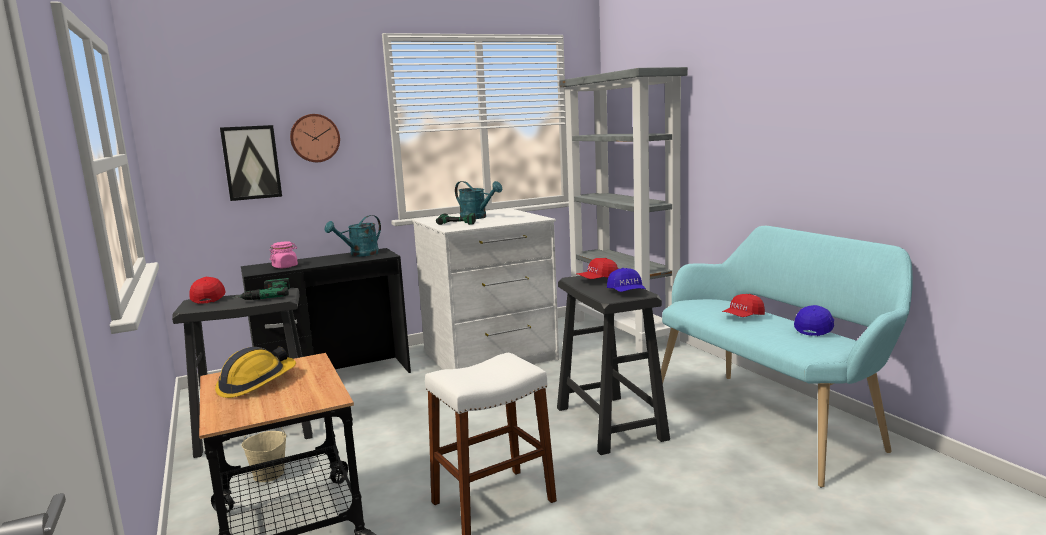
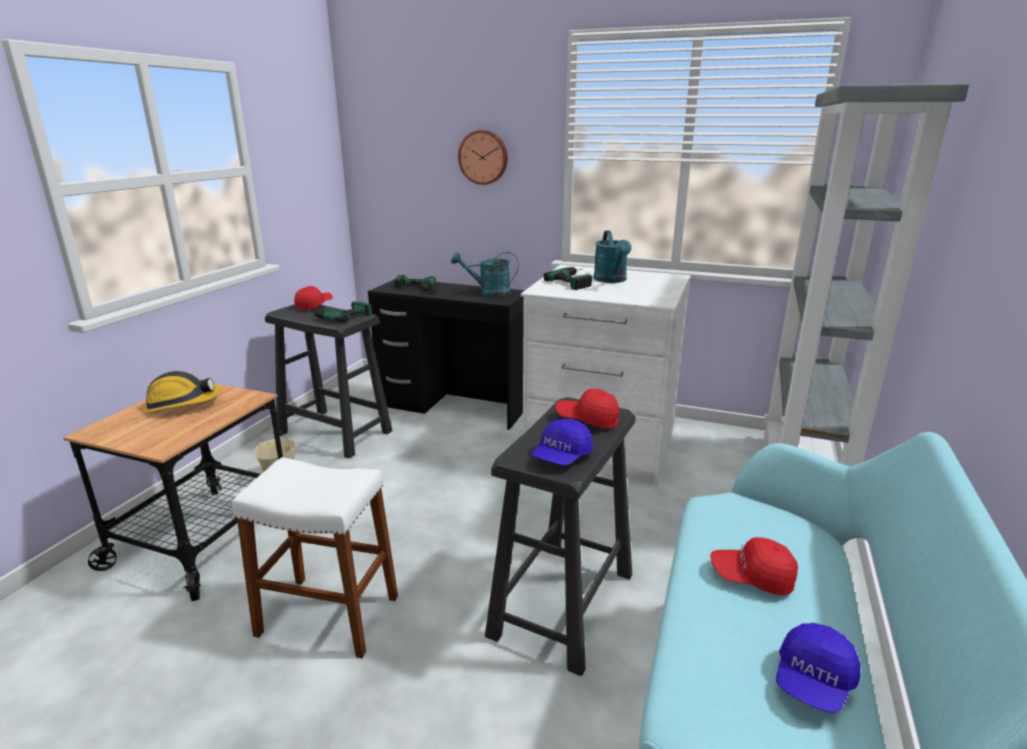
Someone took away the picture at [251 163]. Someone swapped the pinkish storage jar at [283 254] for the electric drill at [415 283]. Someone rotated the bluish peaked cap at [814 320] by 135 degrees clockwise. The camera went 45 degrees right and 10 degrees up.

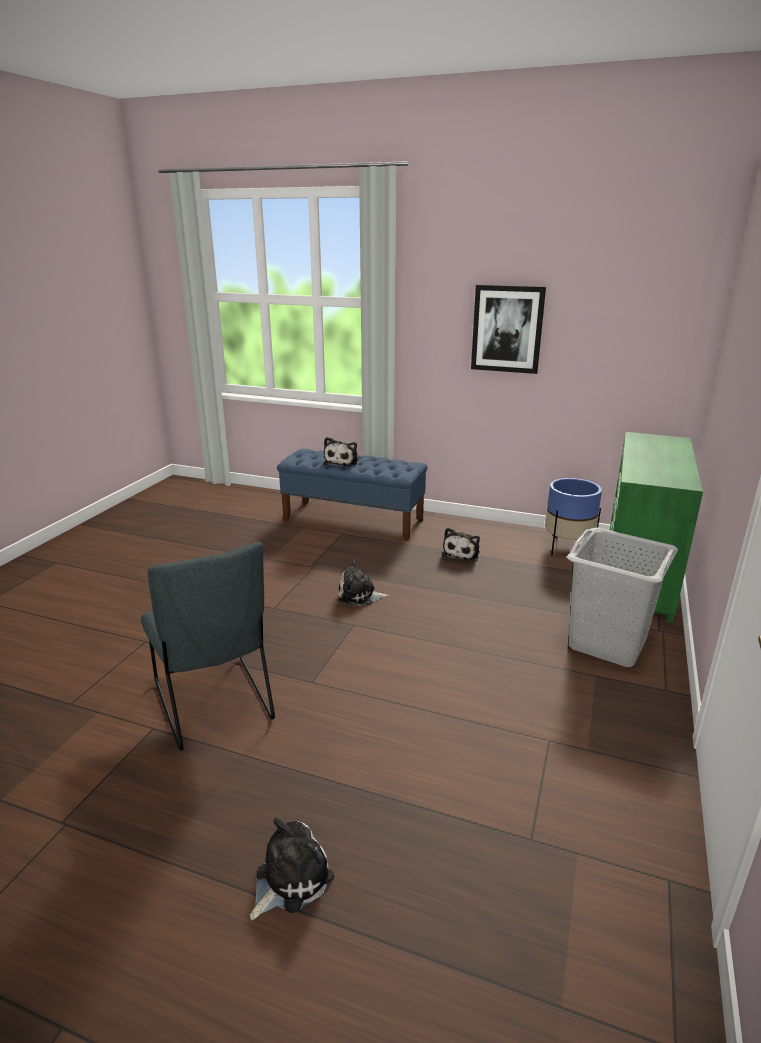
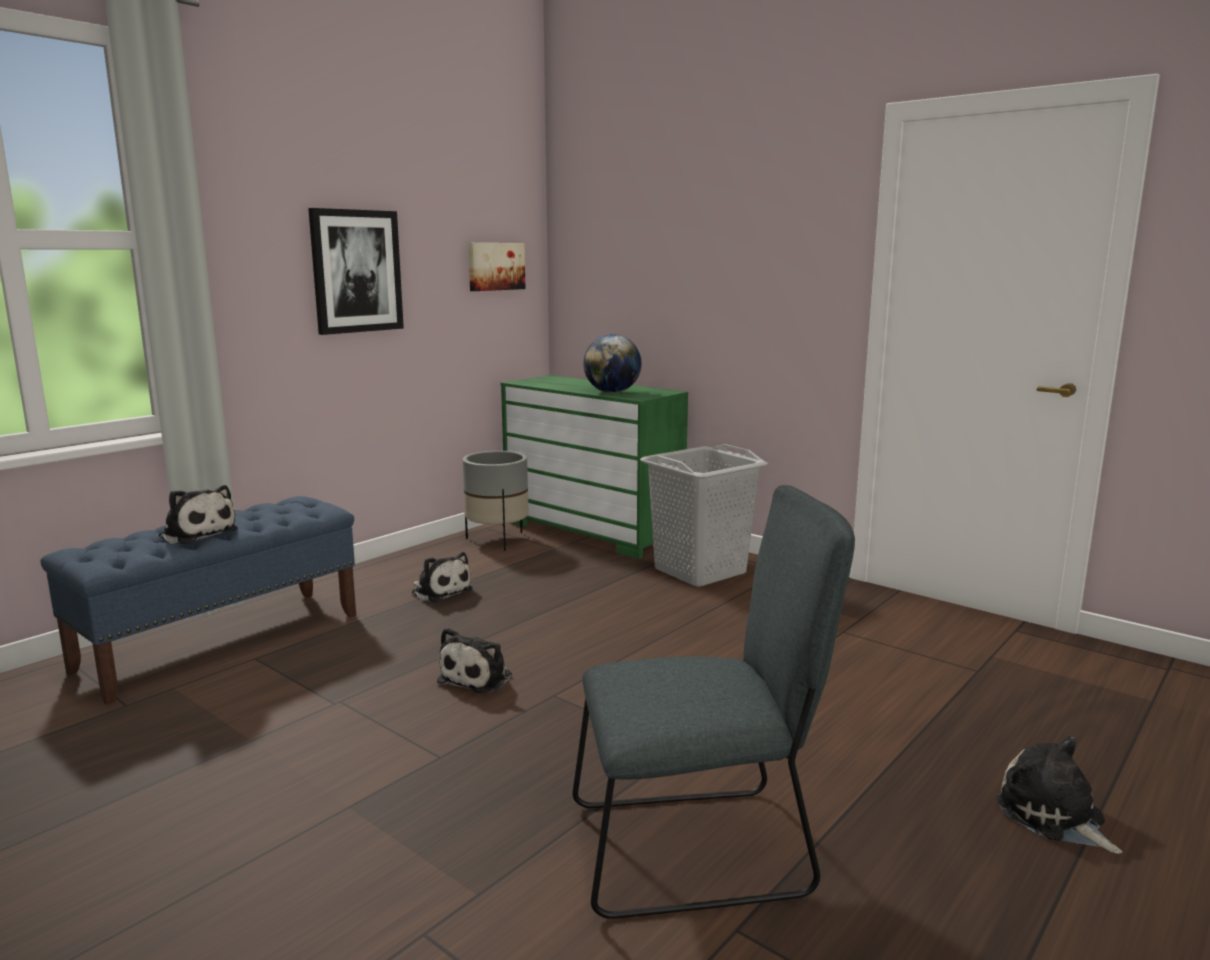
Someone put up the picture at [496 267]. Someone put down the world globe at [612 363]. Someone repainted the bluish planter at [573 516], which became the grey planter at [496 501]. The camera went 70 degrees left and 10 degrees down.

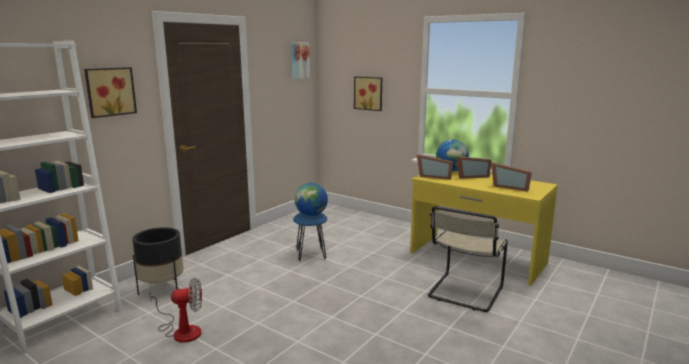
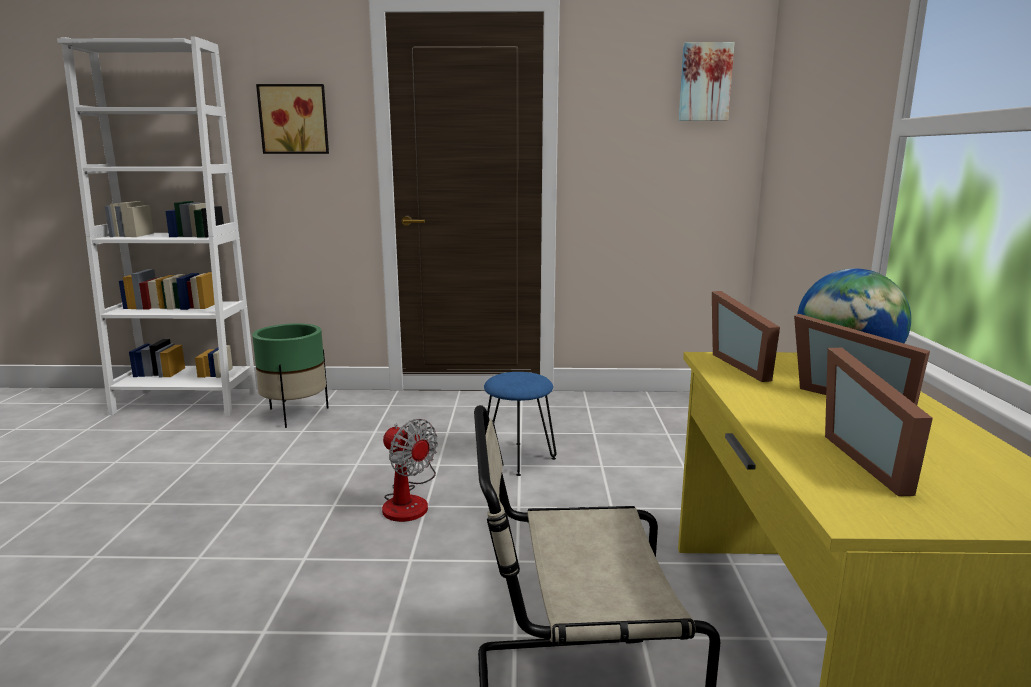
Someone took away the world globe at [311 199]. Someone took away the picture at [368 94]. Someone carried the fan from [175 310] to [410 470]. Someone repainted the blackish planter at [158 261], which became the greenish planter at [290 375]. The camera went 55 degrees right and 0 degrees up.

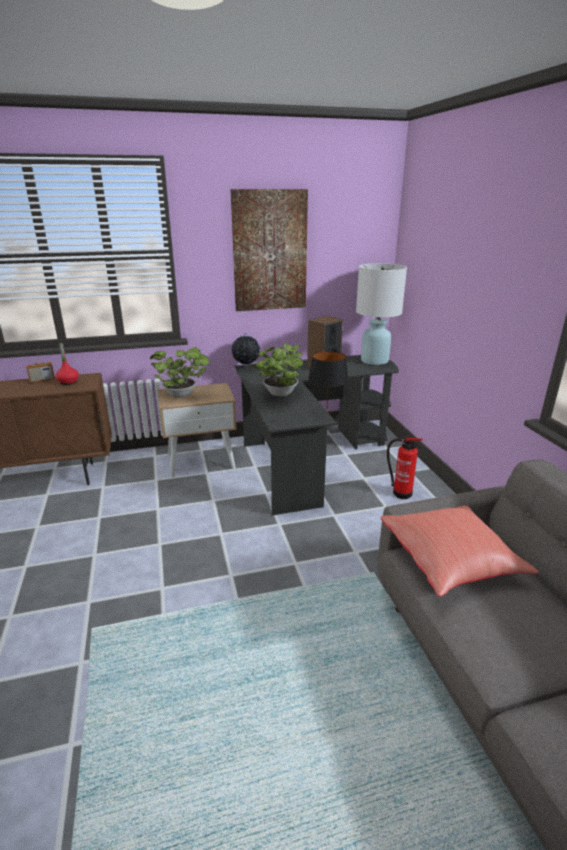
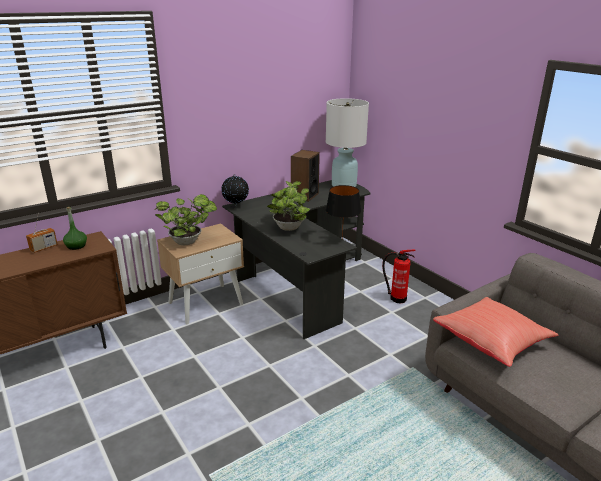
Someone took away the picture at [269 250]. Someone repainted the red beverage bottle at [67 364], which became the greenish beverage bottle at [75 228]. The camera went 20 degrees left and 0 degrees up.

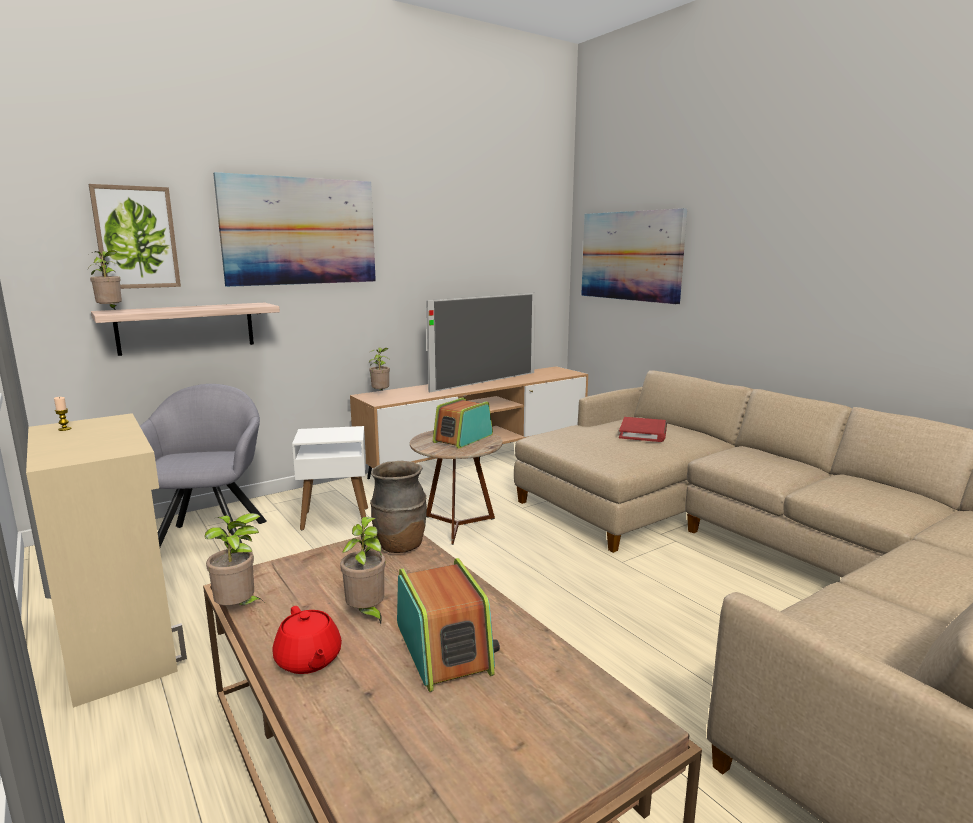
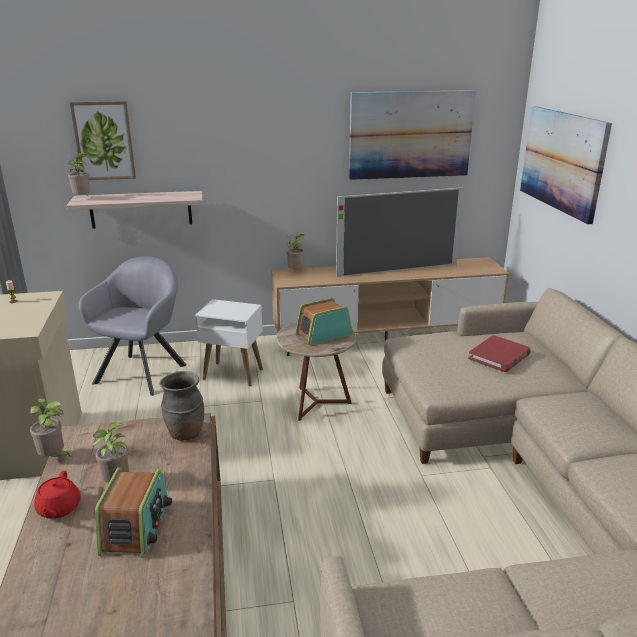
Someone carried the picture from [294 229] to [412 135]. The camera went 25 degrees right and 10 degrees up.

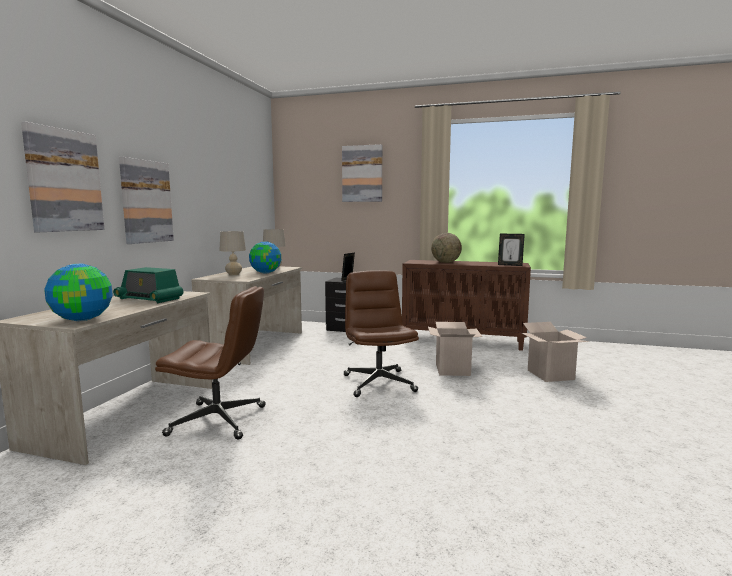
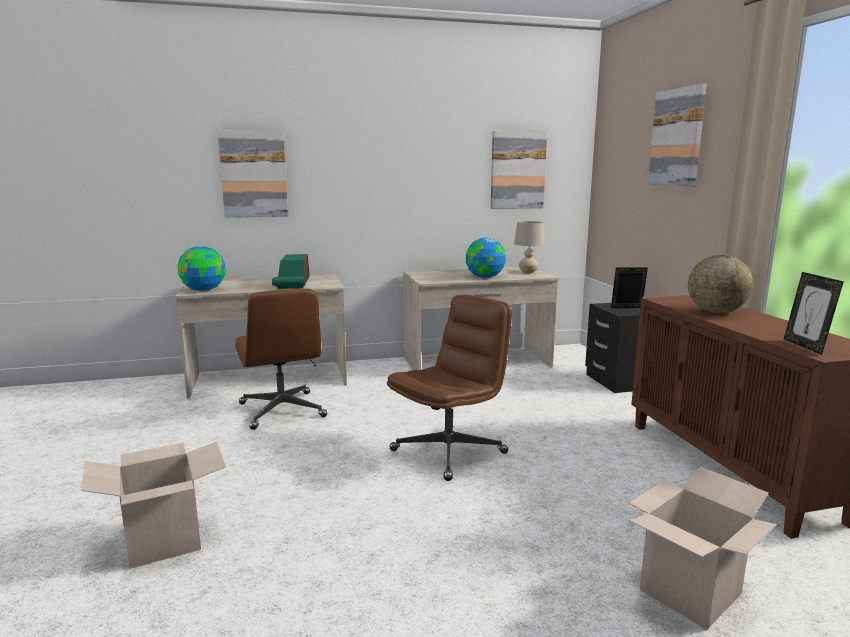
Someone took away the beige-coloured lamp for a table at [232 253]. Someone carried the picture from [146 200] to [519 170]. Someone carried the cardboard box from [455 349] to [154 505]. The camera went 60 degrees right and 5 degrees up.

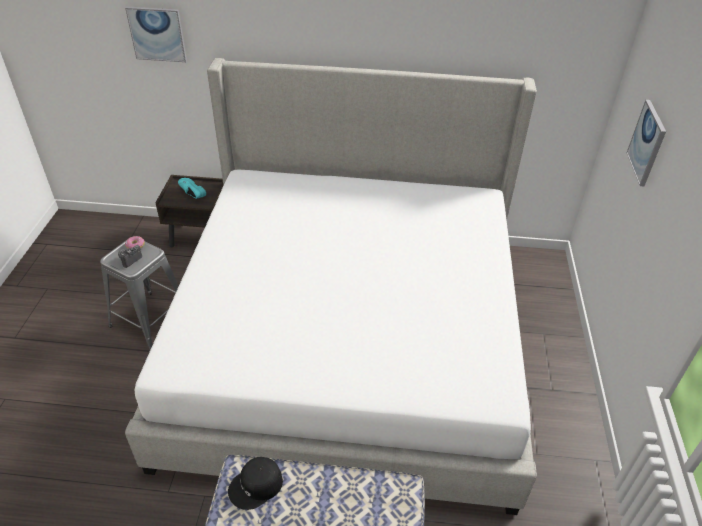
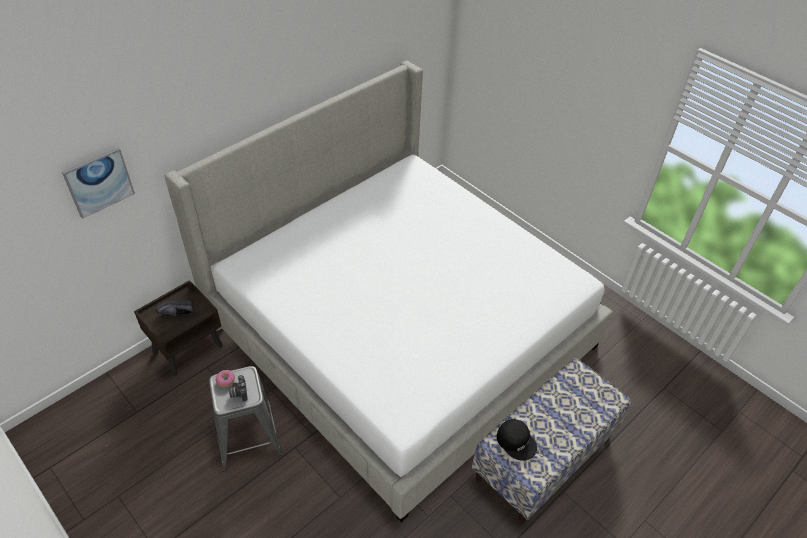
Someone took away the picture at [646 143]. Someone repainted the turquoise item of footwear at [192 188], which became the blackish item of footwear at [174 308]. Someone rotated the blackish peaked cap at [255 483] by 45 degrees counterclockwise. The camera went 50 degrees left and 5 degrees up.

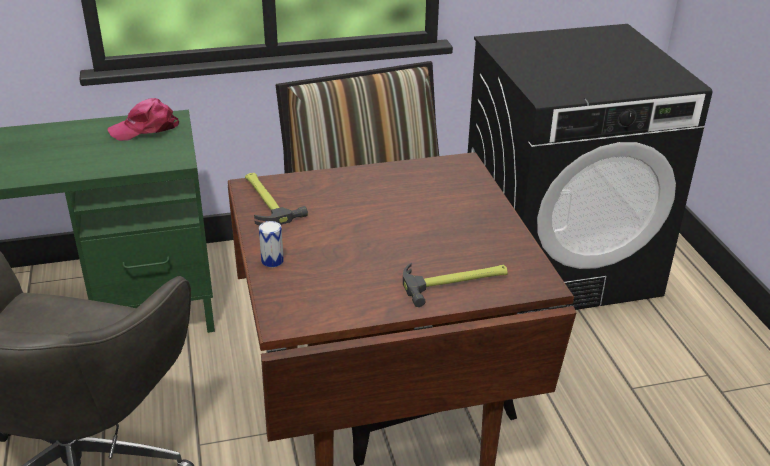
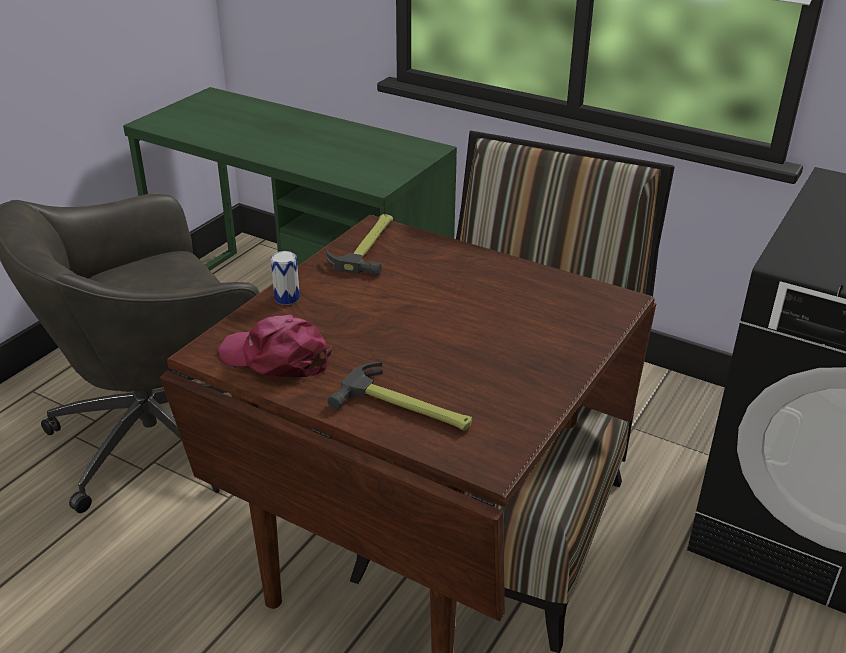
Someone carried the pinkish peaked cap from [143 119] to [275 346]. The camera went 45 degrees right and 0 degrees up.

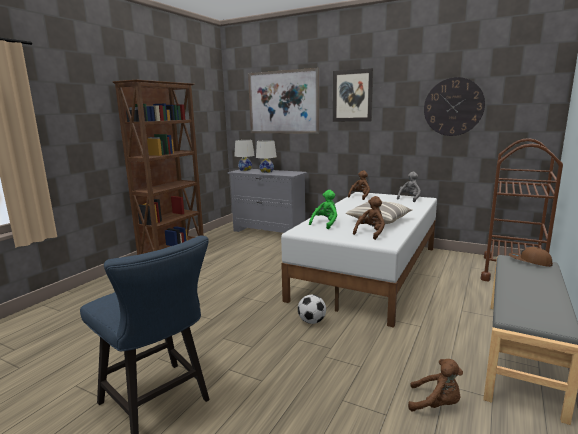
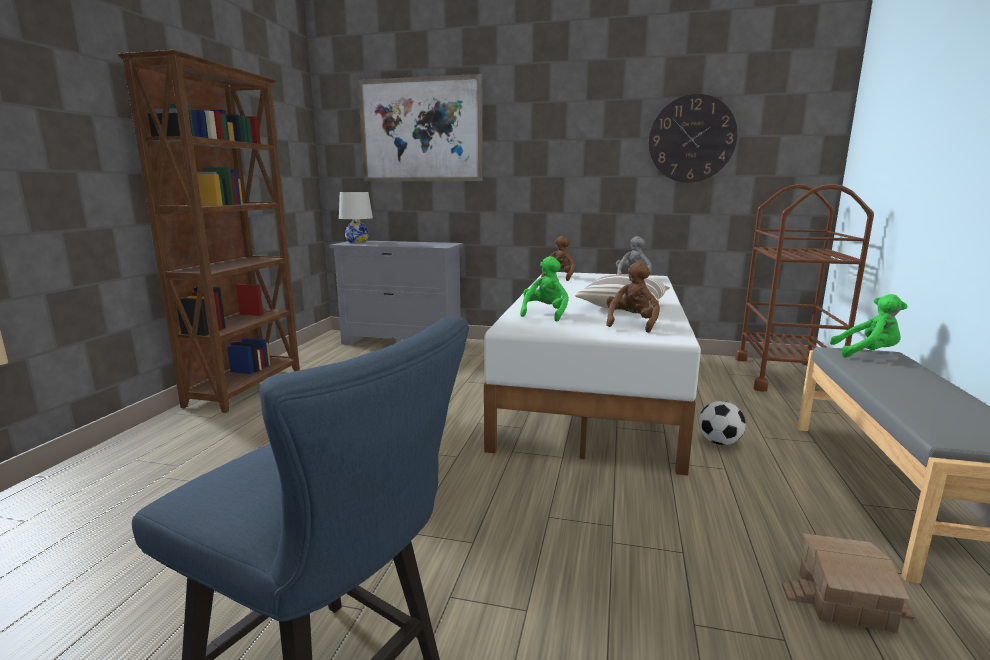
Someone took away the white-coloured lamp for a table at [266 156]. Someone took away the picture at [353 95]. Someone carried the ball for football from [312 309] to [722 423]. Someone swapped the brown plush toy at [435 385] for the toy house at [848 583]. Someone swapped the brown peaked cap at [531 257] for the greenish plush toy at [868 325]. The camera went 15 degrees left and 0 degrees up.

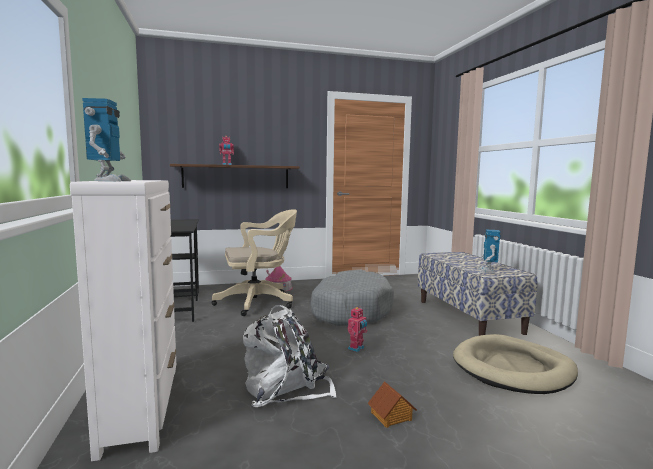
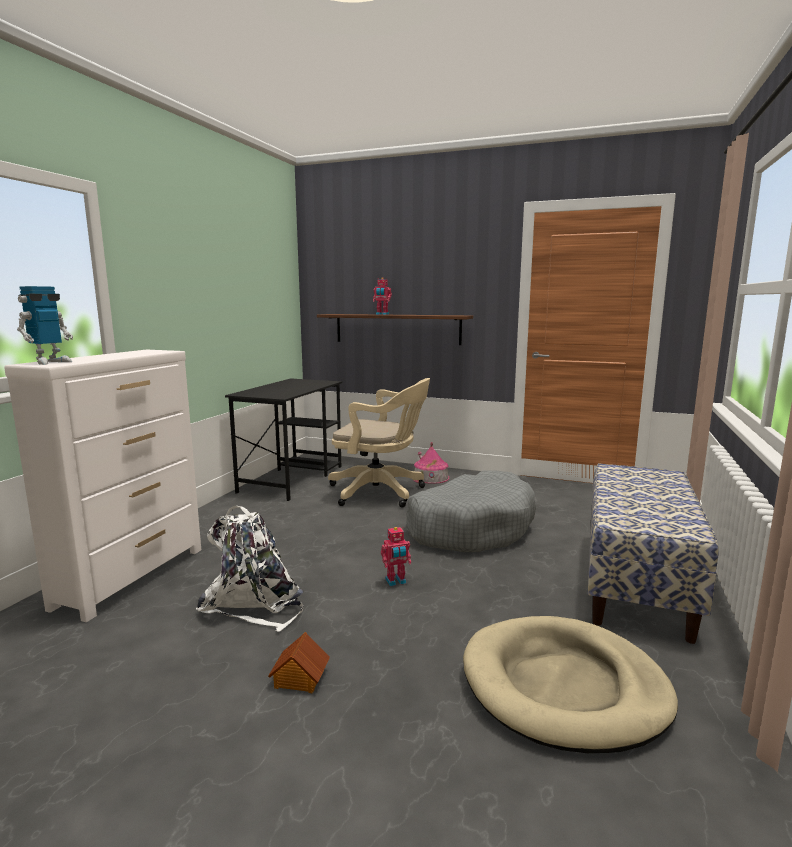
Someone took away the model robot at [489 251]. The camera went 35 degrees right and 5 degrees up.

